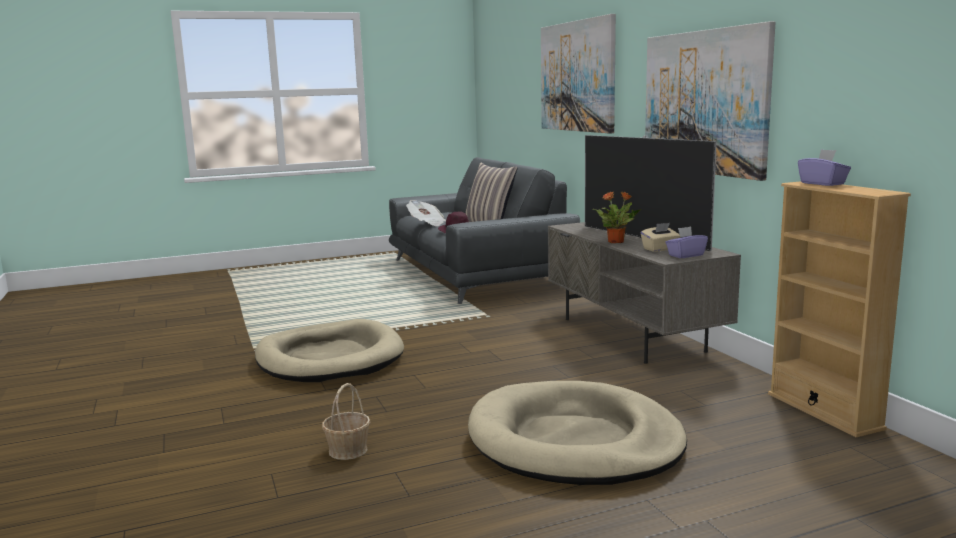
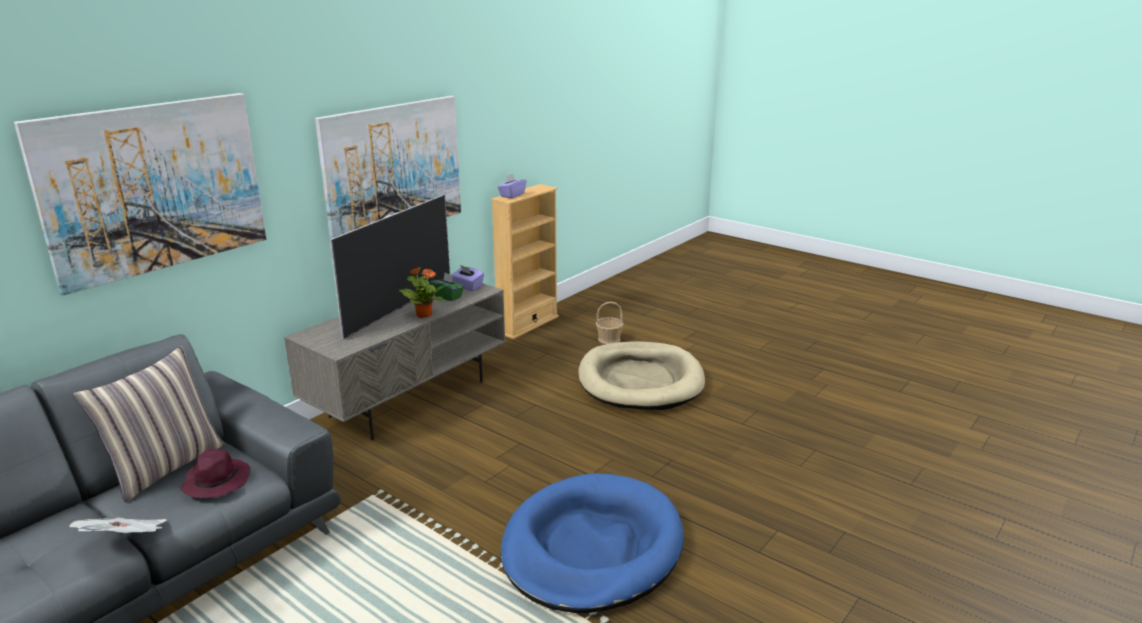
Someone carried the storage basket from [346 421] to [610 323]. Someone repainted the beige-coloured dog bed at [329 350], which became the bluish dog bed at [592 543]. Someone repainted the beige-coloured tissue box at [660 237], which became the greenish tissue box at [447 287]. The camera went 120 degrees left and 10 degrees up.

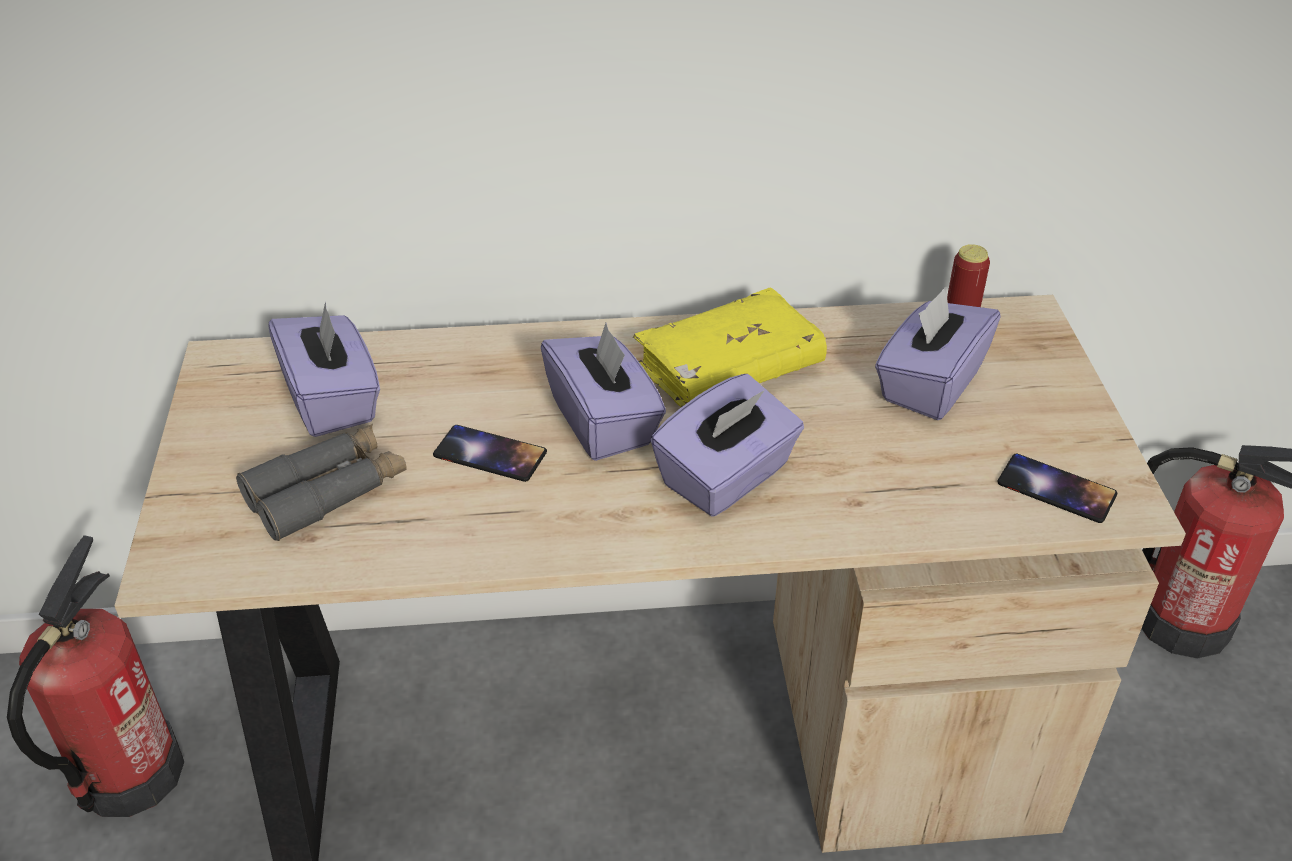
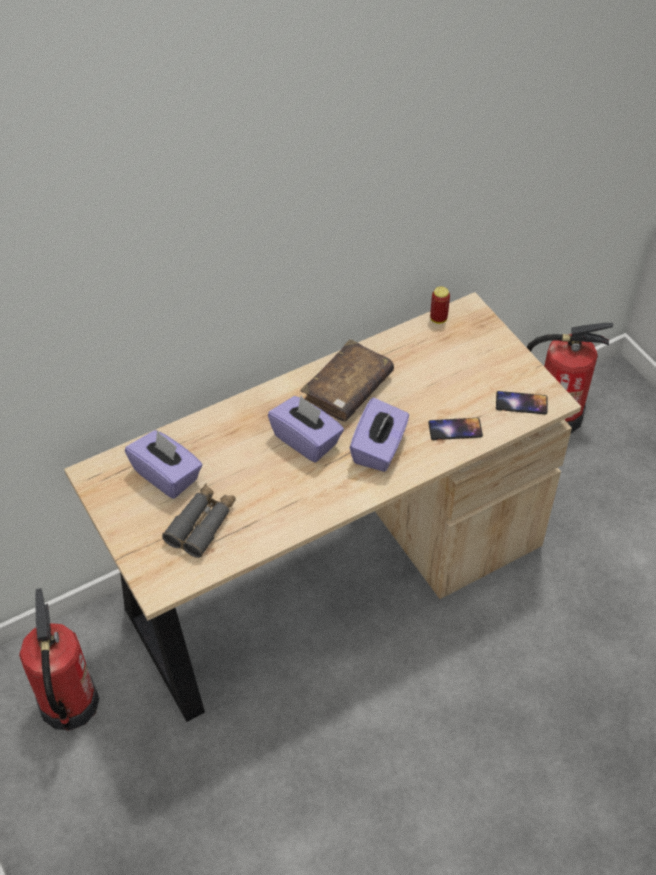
Someone took away the purplish tissue box at [938 353]. Someone carried the telephone from [490 453] to [455 429]. Someone repainted the yellow-coloured bound book at [730 347], which became the brown bound book at [347 380]. The camera went 25 degrees left and 10 degrees up.

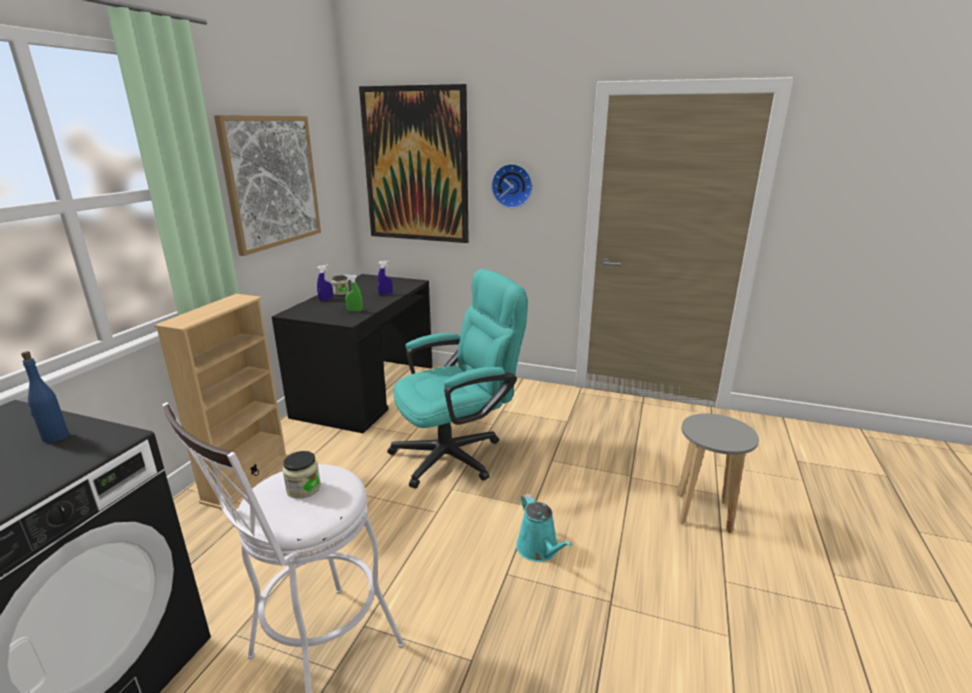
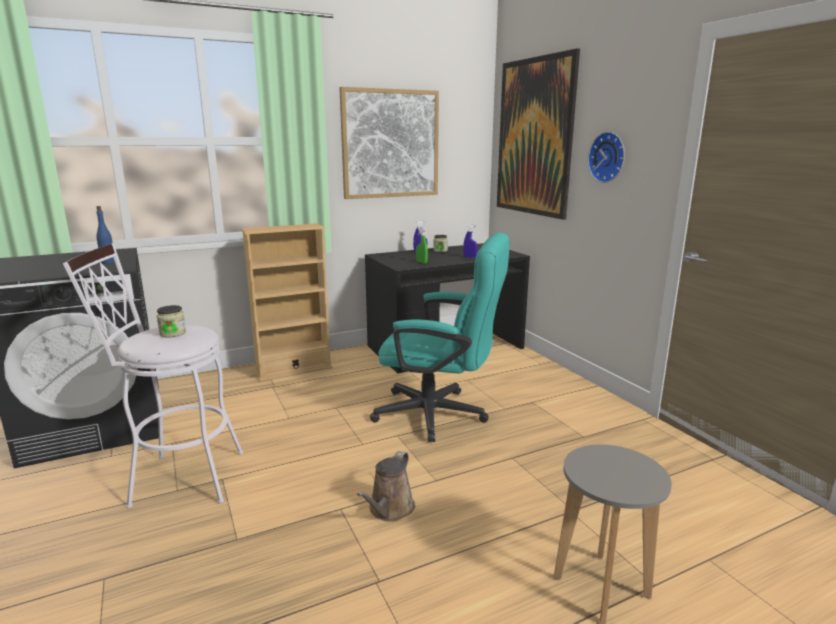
Someone repainted the turquoise sprinkling can at [544 528], which became the brown sprinkling can at [386 486]. The camera went 45 degrees right and 5 degrees down.

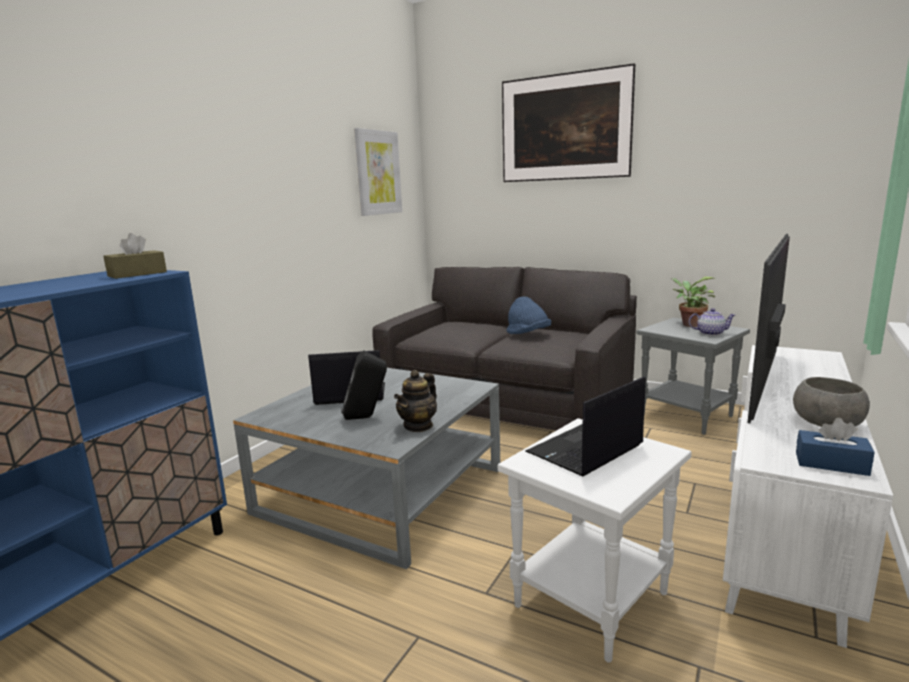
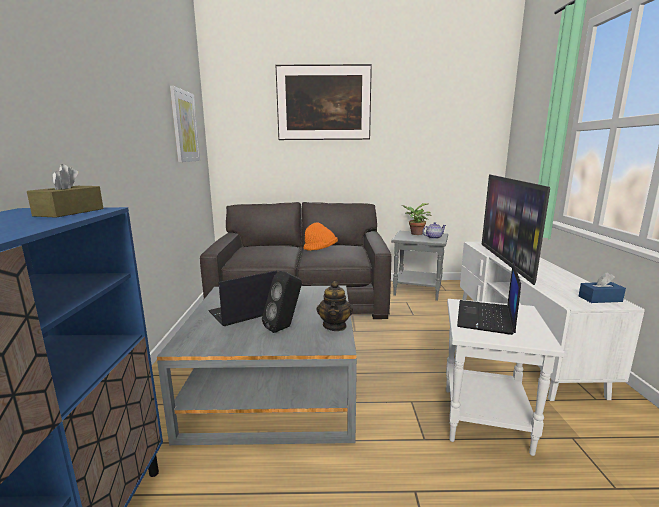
Someone took away the grey serving bowl at [831 402]. Someone repainted the bluish hat at [528 315], which became the orange hat at [321 237]. The camera went 30 degrees left and 0 degrees up.

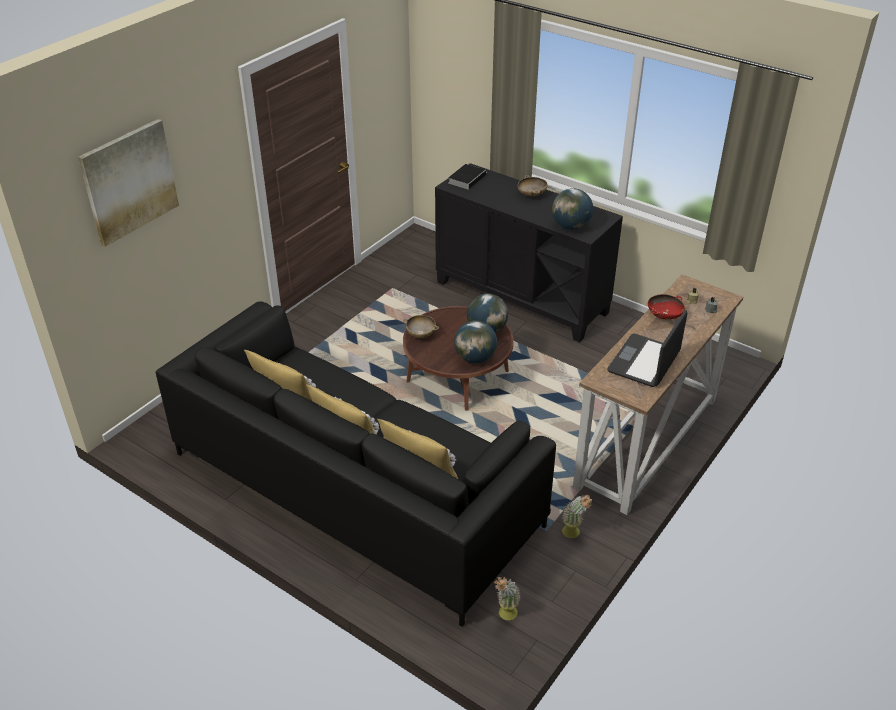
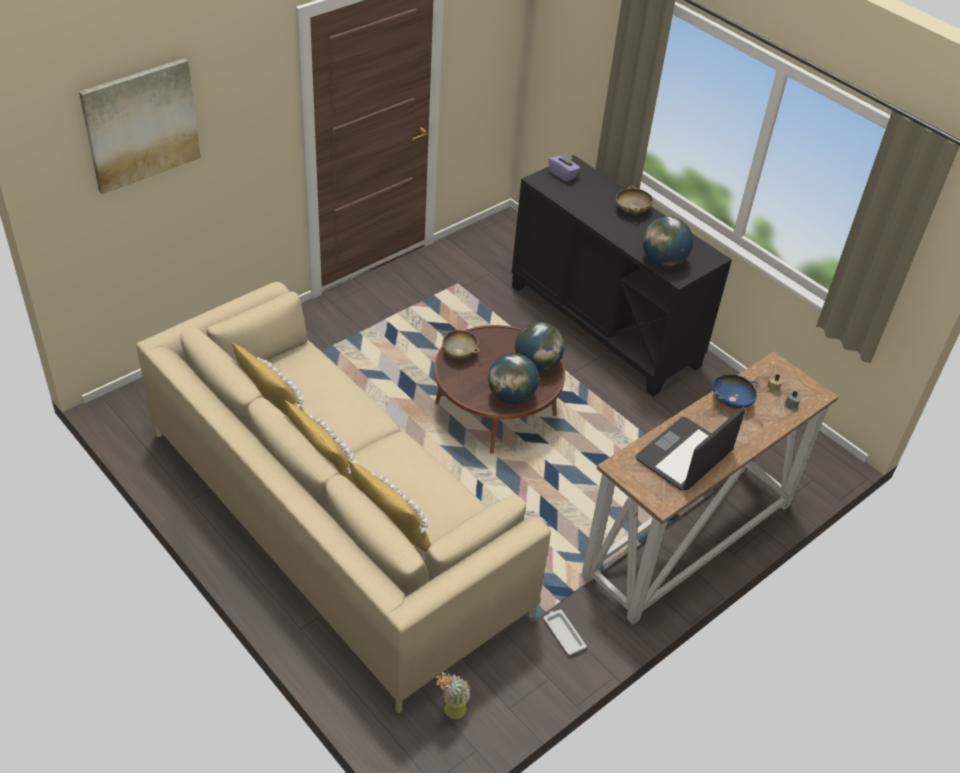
Someone swapped the bound book at [467 177] for the purplish tissue box at [564 167]. Someone swapped the houseplant at [577 516] for the white-coloured serving tray at [565 632]. Someone repainted the blackish settee at [356 464], which became the beige-coloured settee at [343 497]. Someone repainted the red serving bowl at [666 306], which became the bluish serving bowl at [735 391]. The camera went 10 degrees right and 5 degrees up.

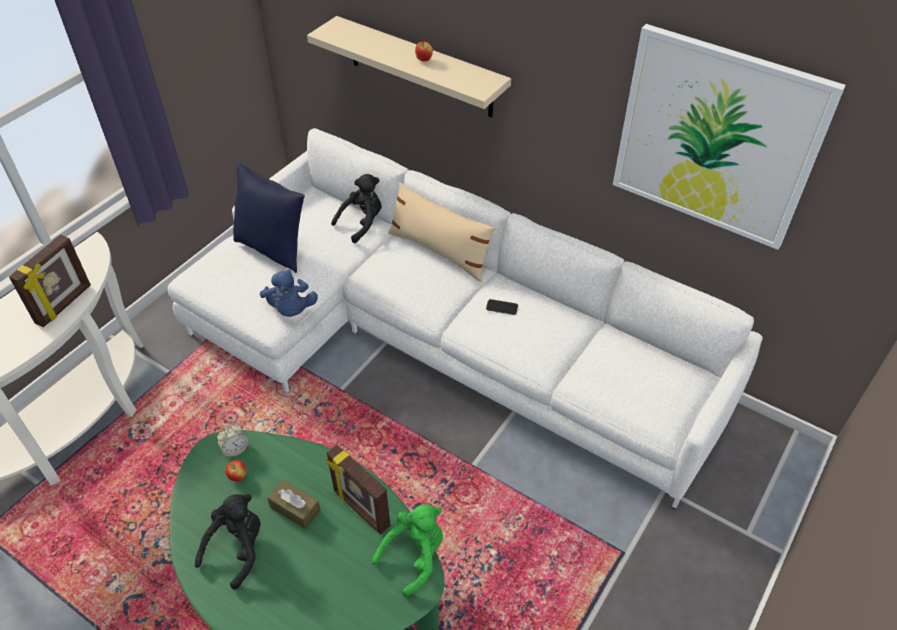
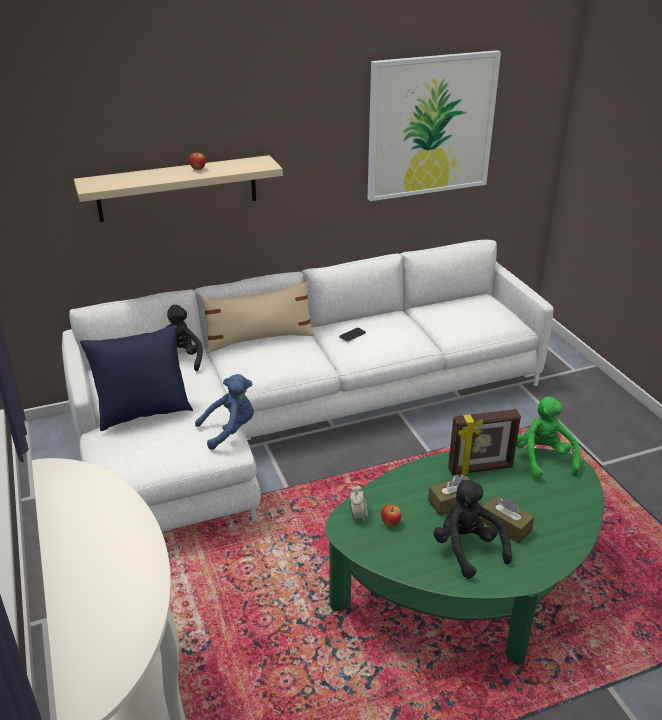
Someone took away the picture frame at [50 281]. Someone put down the brown tissue box at [507 519]. Someone rotated the bluish plush toy at [289 293] by 45 degrees counterclockwise. The camera went 55 degrees left and 15 degrees down.

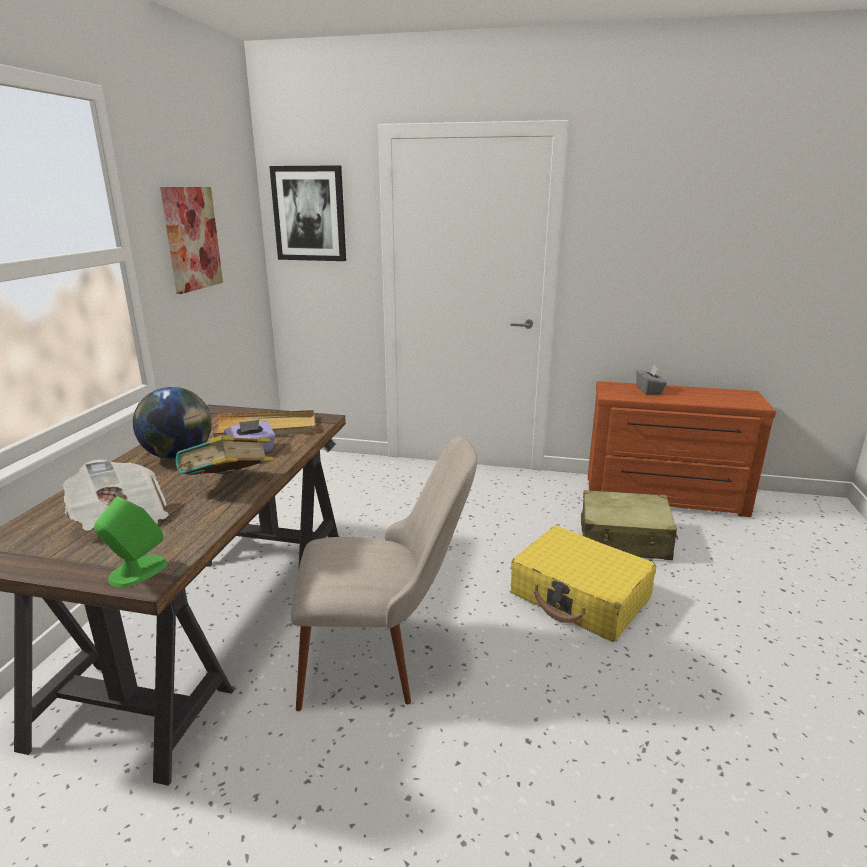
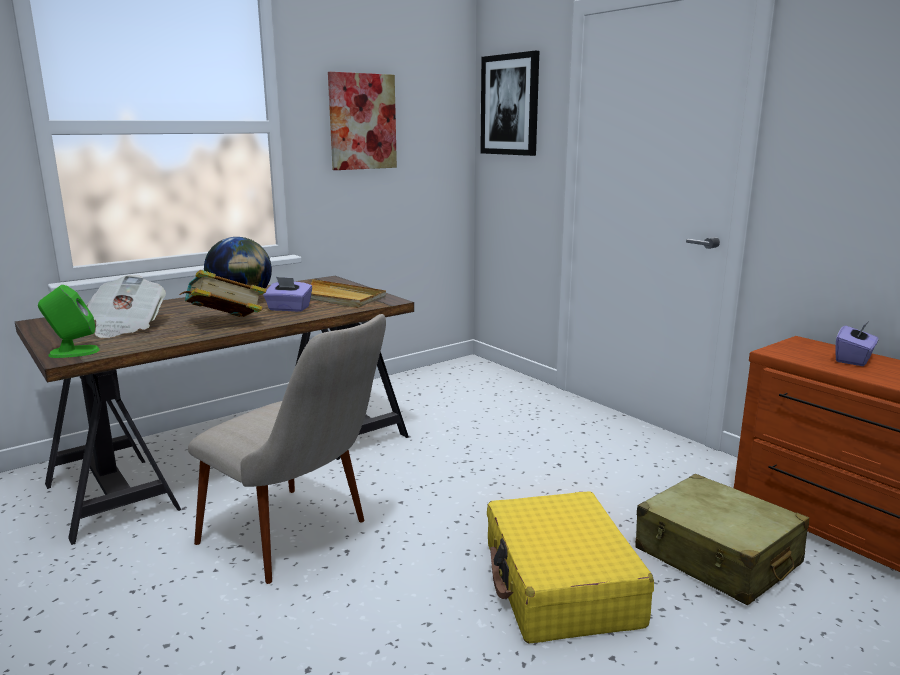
Someone repainted the grey tissue box at [651 380], which became the purplish tissue box at [857 343]. The camera went 40 degrees right and 5 degrees down.

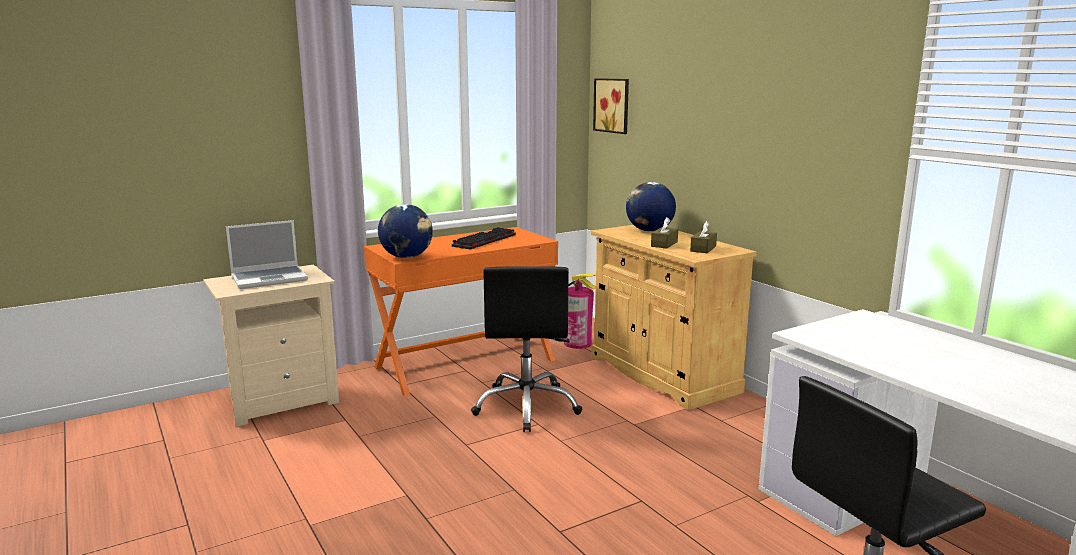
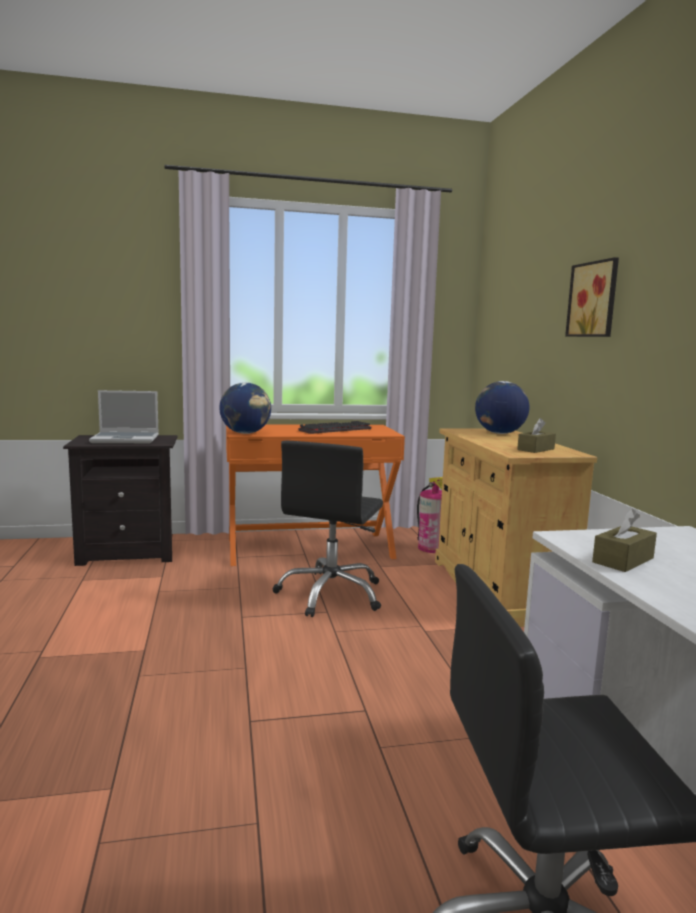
Someone carried the picture from [611 106] to [592 297]. Someone carried the brown tissue box from [664 233] to [624 540]. Someone repainted the beige-coloured night table at [271 346], which became the blackish night table at [120 500]. The camera went 20 degrees right and 5 degrees down.

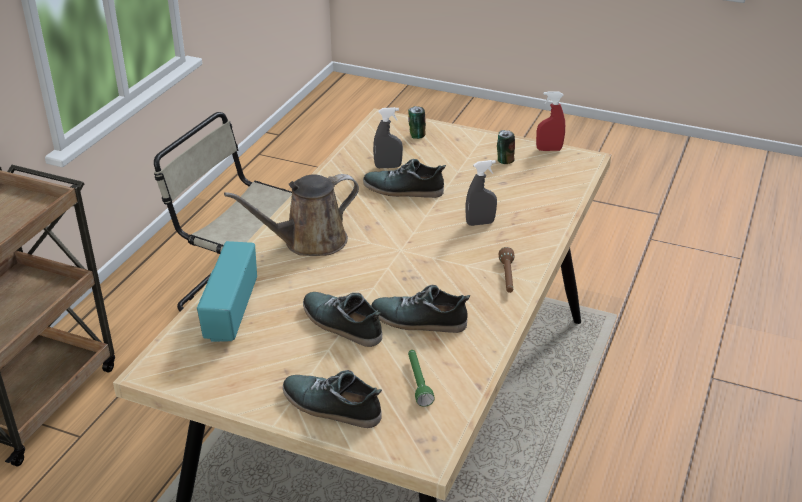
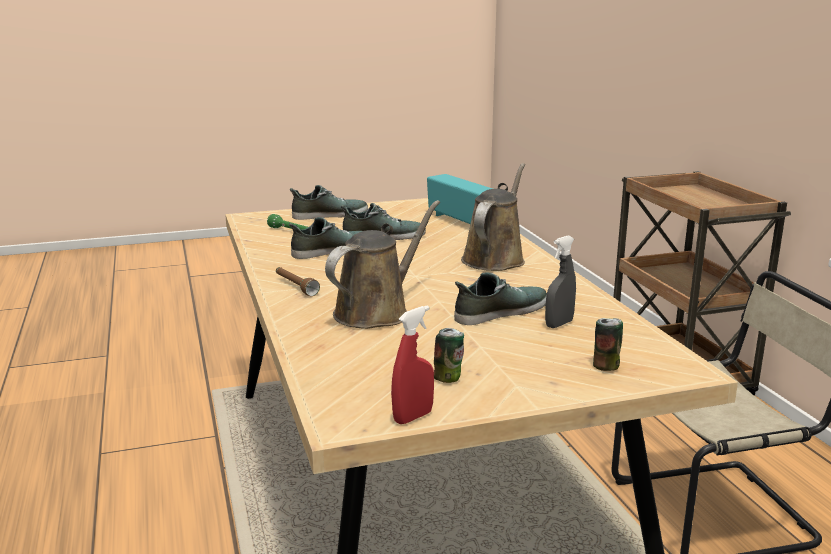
Someone swapped the grey spray bottle at [481 193] for the brown sprinkling can at [382 264]. The camera went 140 degrees right and 15 degrees down.

